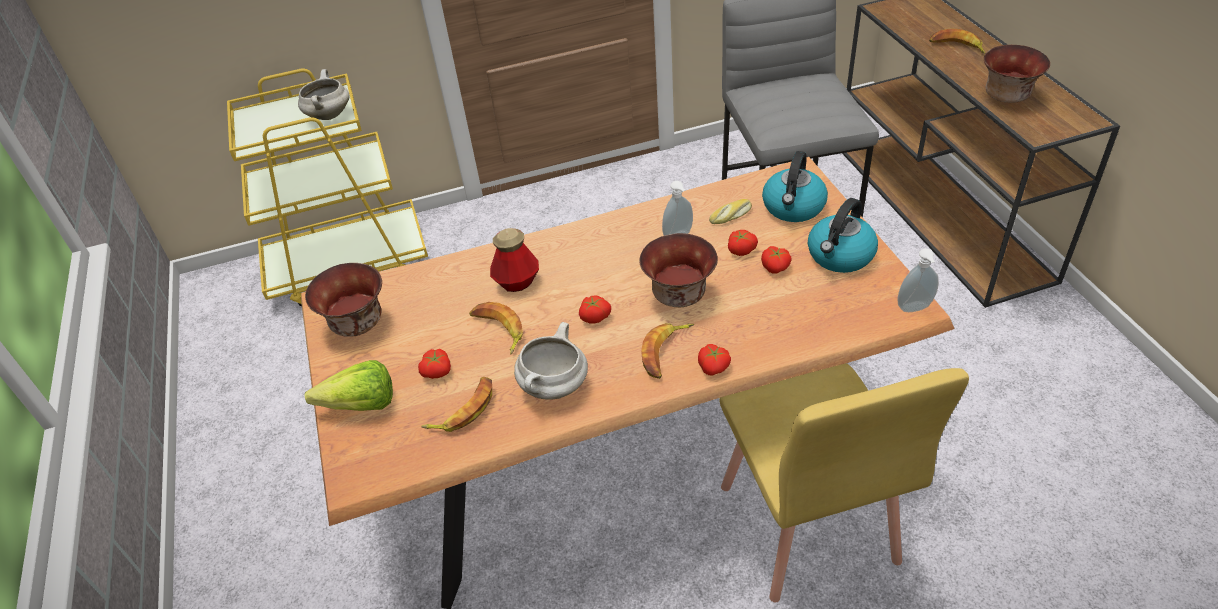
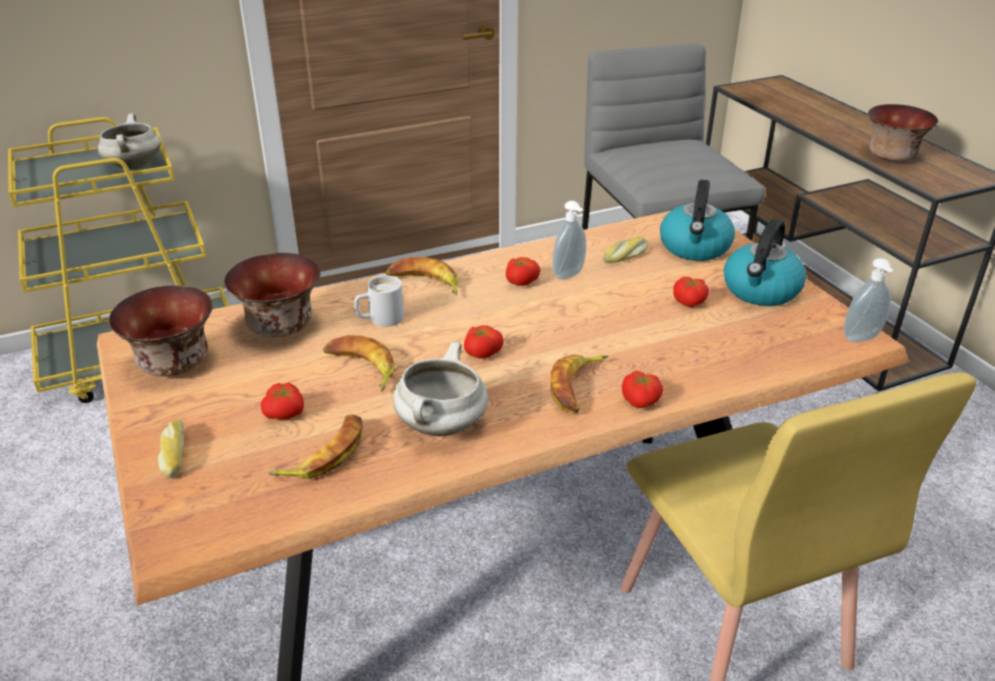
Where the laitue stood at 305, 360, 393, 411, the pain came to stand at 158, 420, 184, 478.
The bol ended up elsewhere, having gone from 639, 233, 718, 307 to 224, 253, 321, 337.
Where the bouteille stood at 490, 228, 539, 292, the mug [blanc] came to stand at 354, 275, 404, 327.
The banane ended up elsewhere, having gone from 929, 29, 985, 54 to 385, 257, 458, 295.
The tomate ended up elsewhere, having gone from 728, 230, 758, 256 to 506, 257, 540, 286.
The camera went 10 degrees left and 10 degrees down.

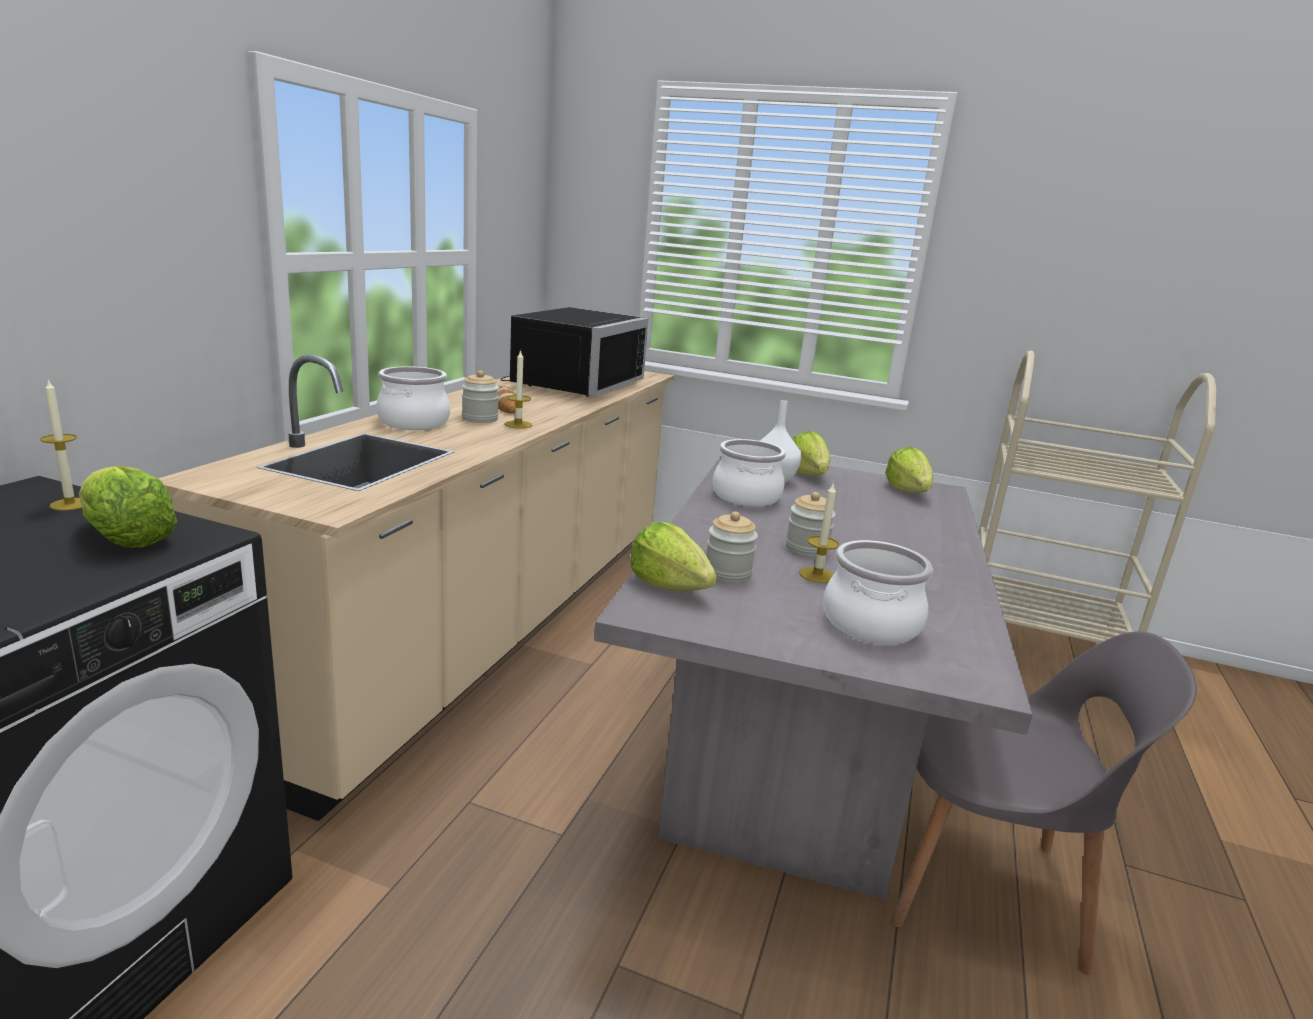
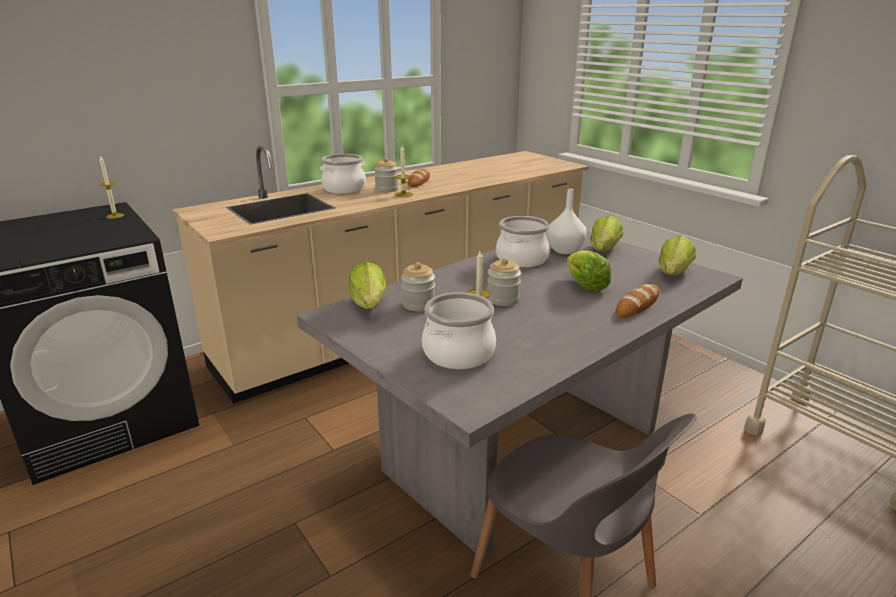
The laitue ended up elsewhere, having gone from 79, 466, 177, 548 to 567, 250, 612, 292.
The second view gained the pain at 615, 284, 660, 318.
The second view lost the micro-ondes [noir] at 500, 307, 648, 397.
The camera went 35 degrees right and 5 degrees up.

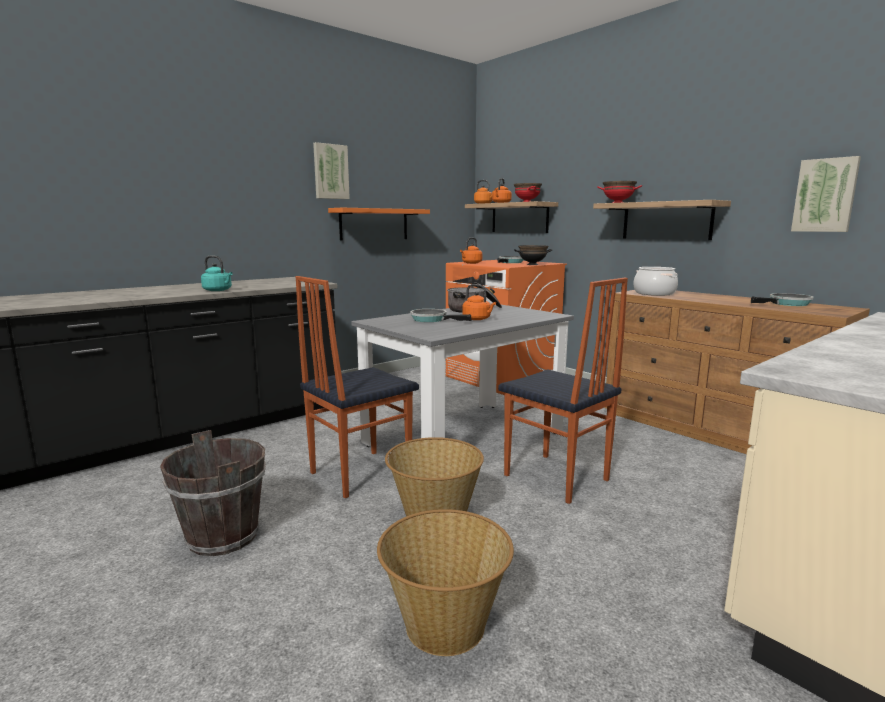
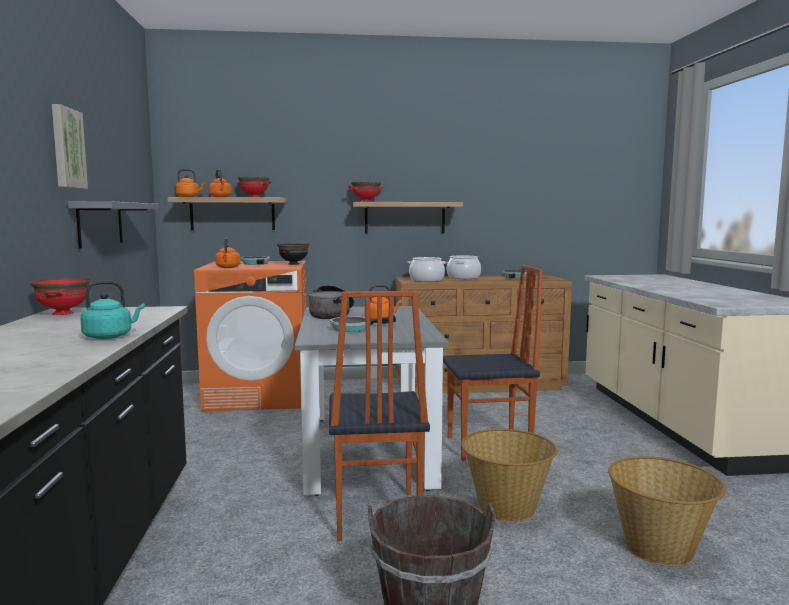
The second view gained the bol [rouge] at 30, 278, 90, 315.
What was the étagère [orange] at 328, 208, 430, 241 turned into the étagère [gris] at 68, 201, 158, 249.
The second view gained the marmite at 447, 255, 481, 279.
The second view lost the tableau at 791, 156, 861, 232.
The camera went 55 degrees left and 5 degrees down.

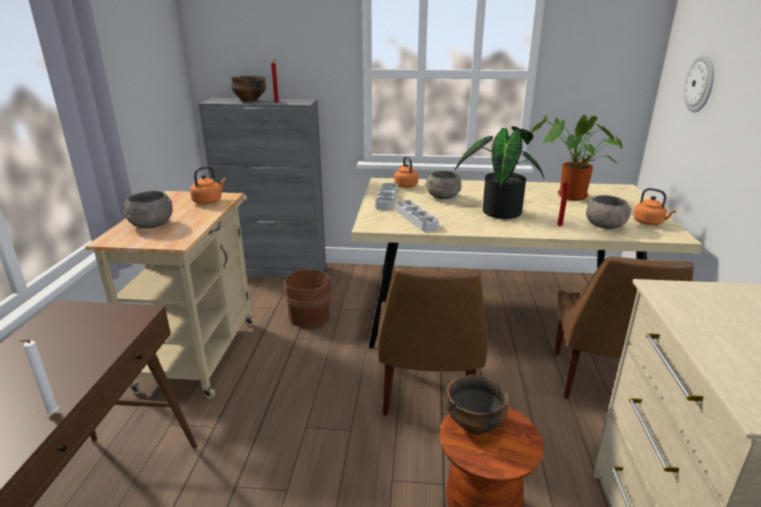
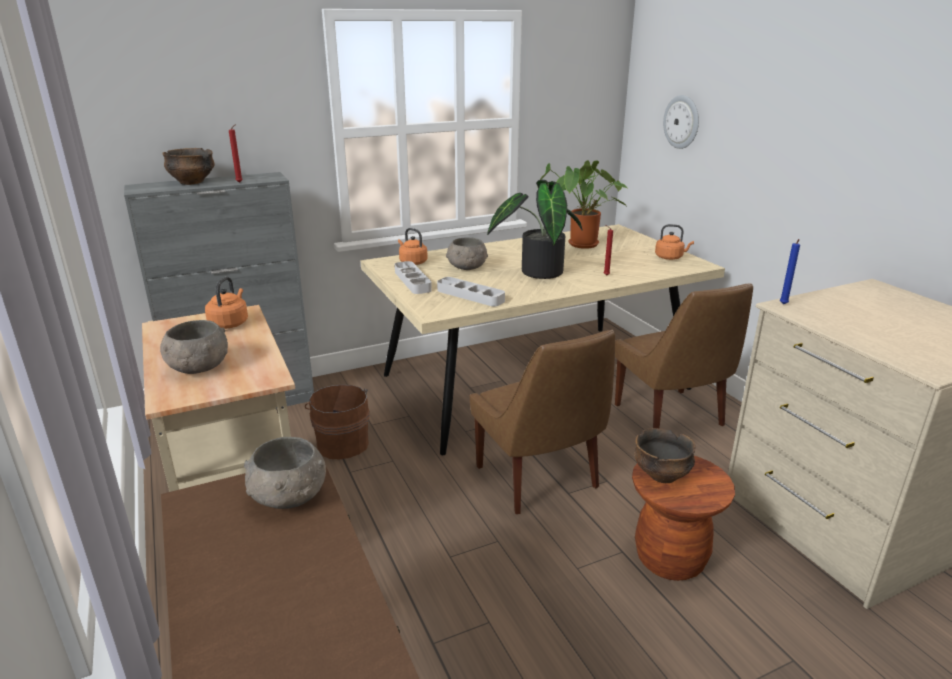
The bol [gris] ended up elsewhere, having gone from 586, 195, 631, 229 to 244, 437, 326, 509.
The second view gained the bougie [bleu] at 780, 239, 800, 304.
The second view lost the bougie [blanc] at 20, 340, 59, 414.
The camera went 30 degrees left and 0 degrees up.

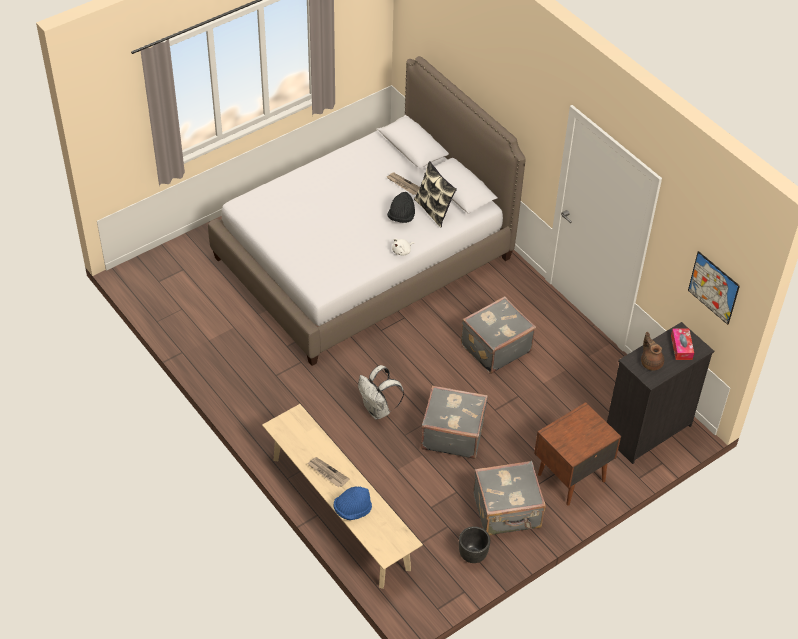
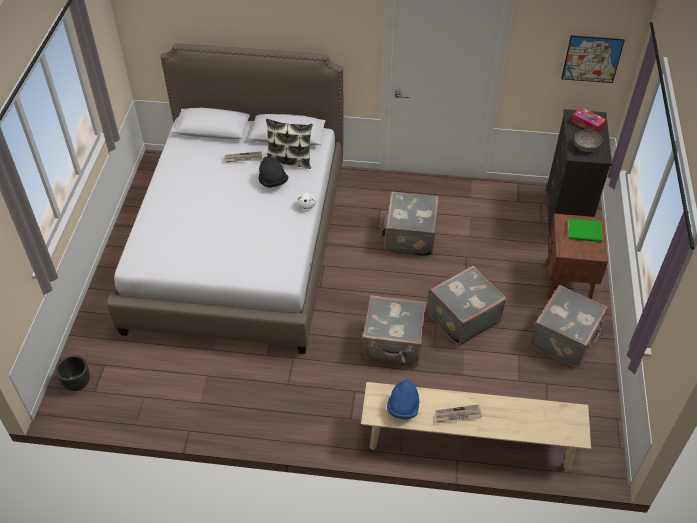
The cache-pot [noir] ended up elsewhere, having gone from 459, 526, 490, 563 to 56, 355, 90, 391.
Where the sac à dos [blanc] stood at 358, 365, 404, 420, the valise [gris] came to stand at 362, 295, 426, 366.
The chapeau [bleu] ended up elsewhere, having gone from 334, 486, 372, 520 to 387, 379, 419, 420.
The second view gained the livre [vert] at 568, 219, 603, 242.
Where the théière [marron] stood at 641, 332, 664, 371, the bol [gris] came to stand at 574, 130, 603, 152.
The camera went 45 degrees left and 0 degrees up.

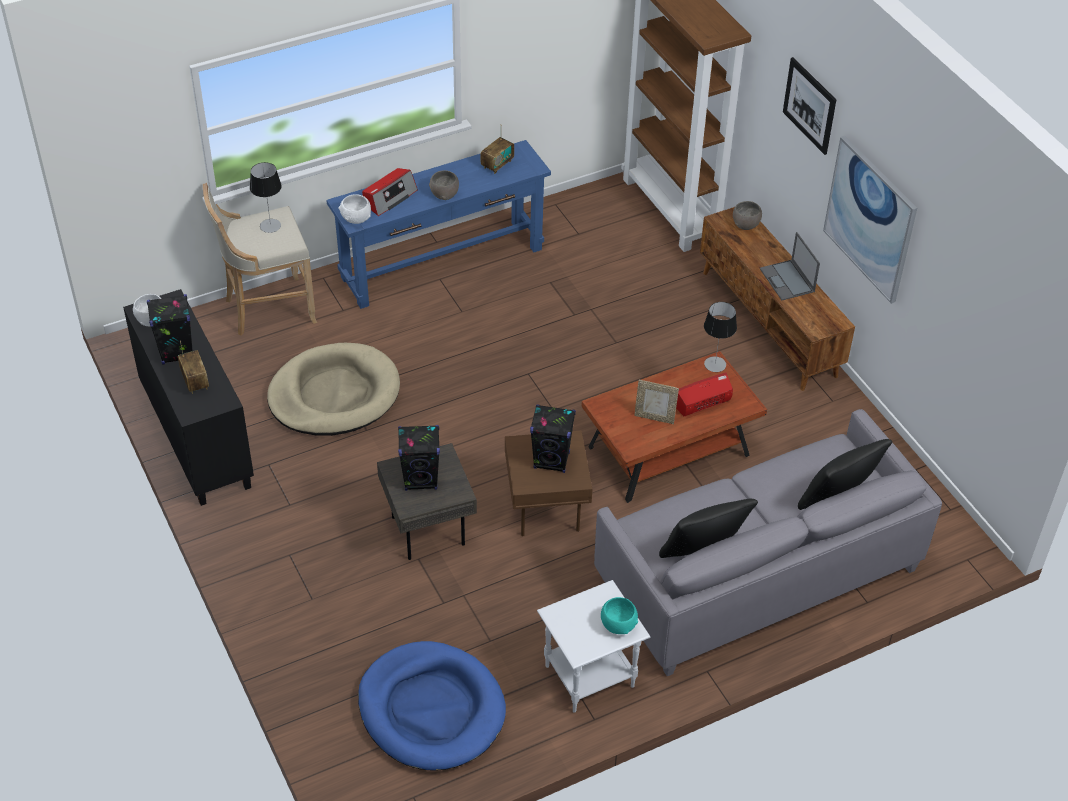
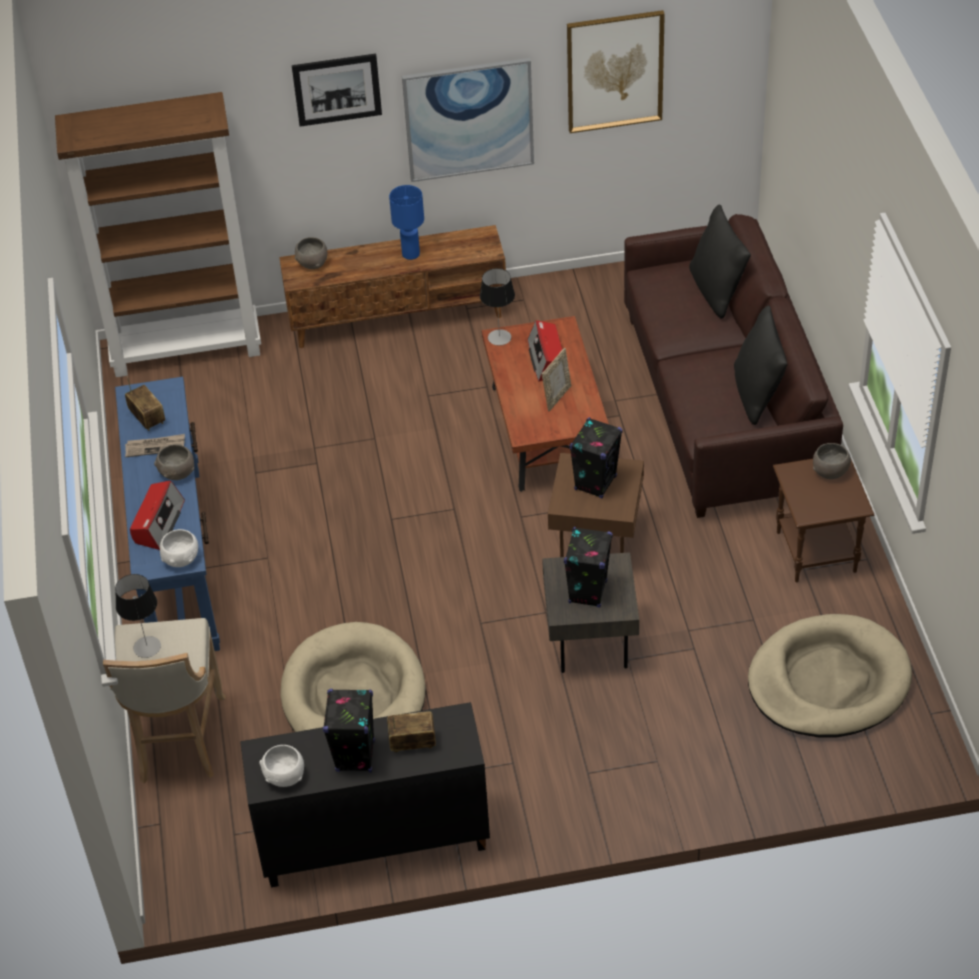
The second view gained the journal at 125, 434, 185, 457.
The radio at 362, 168, 418, 216 ended up facing another way, 45 degrees clockwise from before.
Where the ordinateur portable stood at 760, 232, 820, 300, the lampe de table [bleu] came to stand at 389, 185, 424, 260.
The second view gained the tableau at 567, 10, 665, 133.
What was the canapé [gris] at 594, 409, 942, 676 turned into the canapé [marron] at 624, 214, 843, 518.
What was the panier pour chien [bleu] at 358, 641, 506, 771 turned into the panier pour chien [beige] at 748, 614, 912, 737.
What was the table d'appoint [blanc] at 537, 580, 650, 713 turned into the table d'appoint [marron] at 773, 459, 874, 583.
What was the bol [turquoise] at 601, 597, 638, 634 turned into the bol [gris] at 813, 443, 851, 479.
The camera went 70 degrees left and 0 degrees up.

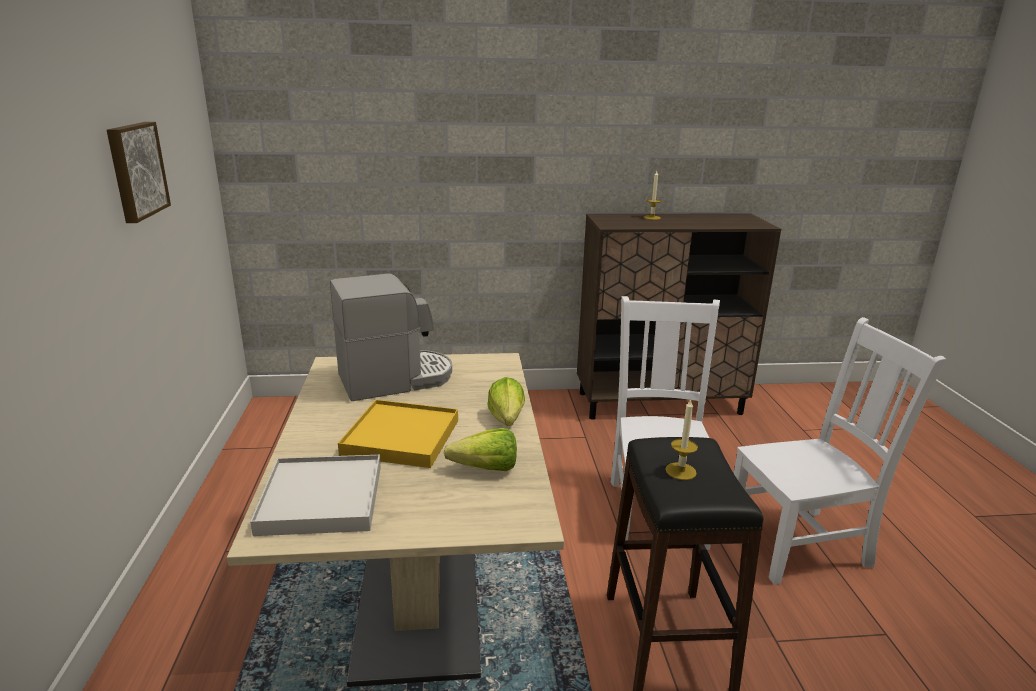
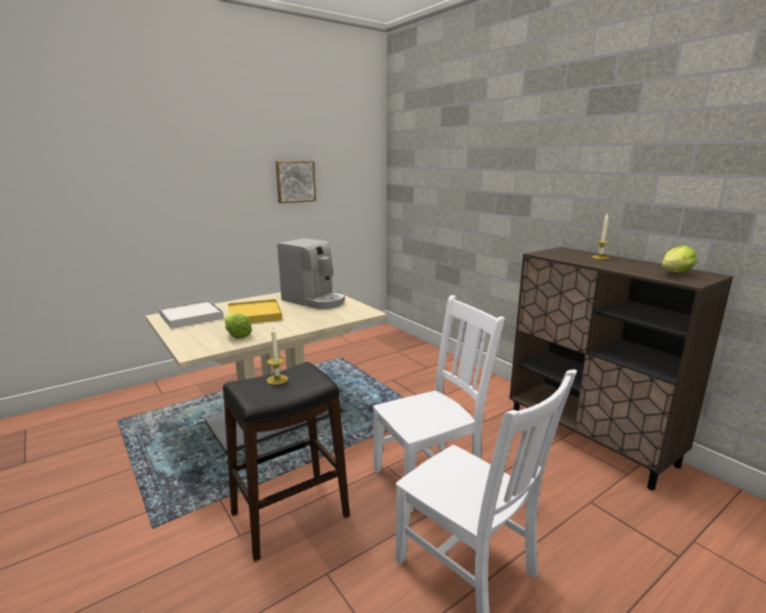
The laitue ended up elsewhere, having gone from 487, 377, 525, 426 to 662, 245, 697, 272.
The camera went 60 degrees right and 5 degrees down.

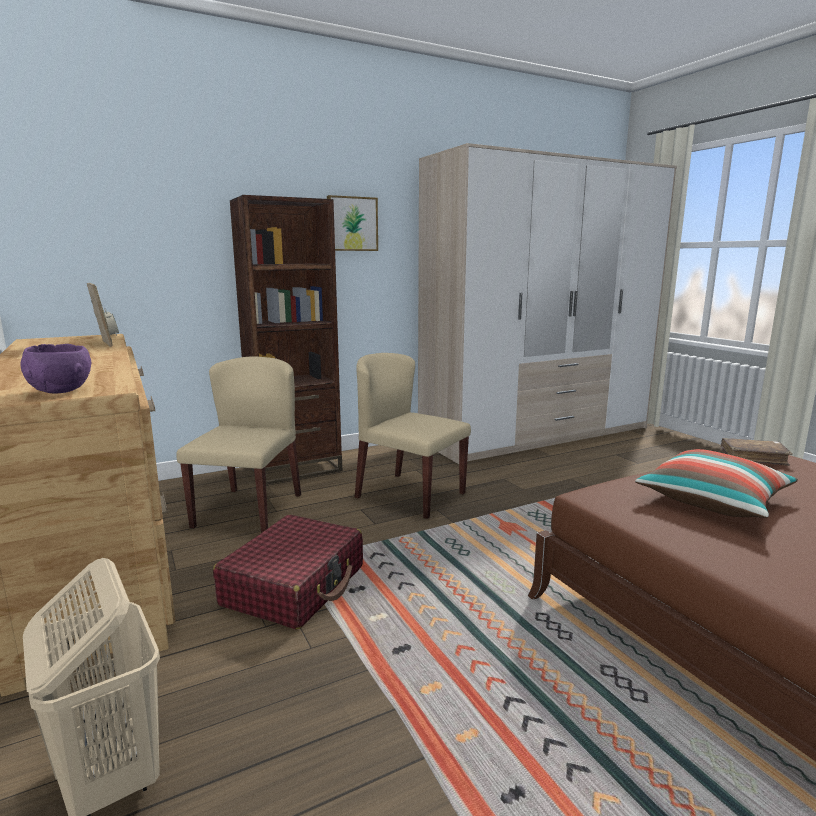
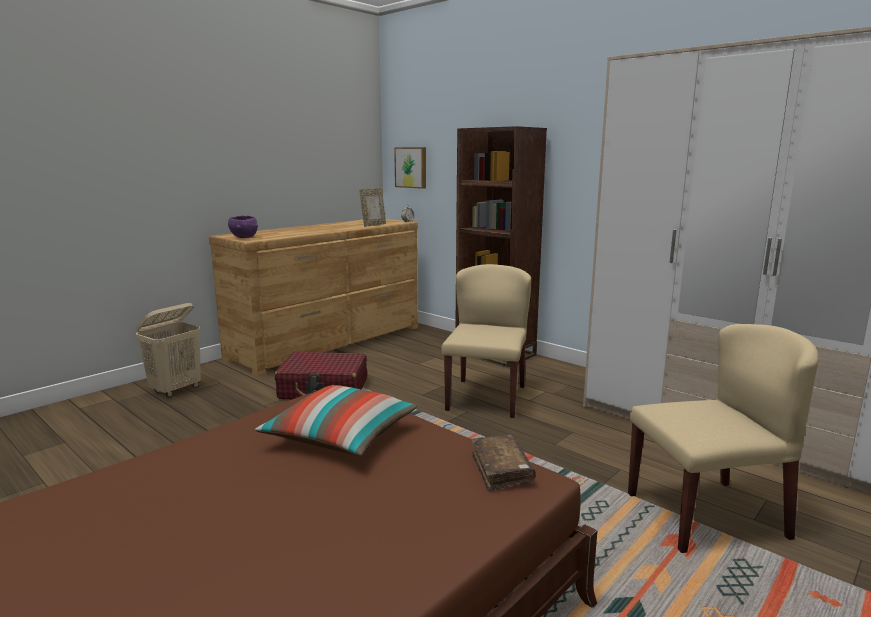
The tableau ended up elsewhere, having gone from 327, 195, 378, 251 to 394, 147, 426, 189.
The chaise [beige] ended up elsewhere, having gone from 176, 356, 301, 533 to 628, 324, 818, 553.
The camera went 70 degrees right and 0 degrees up.

